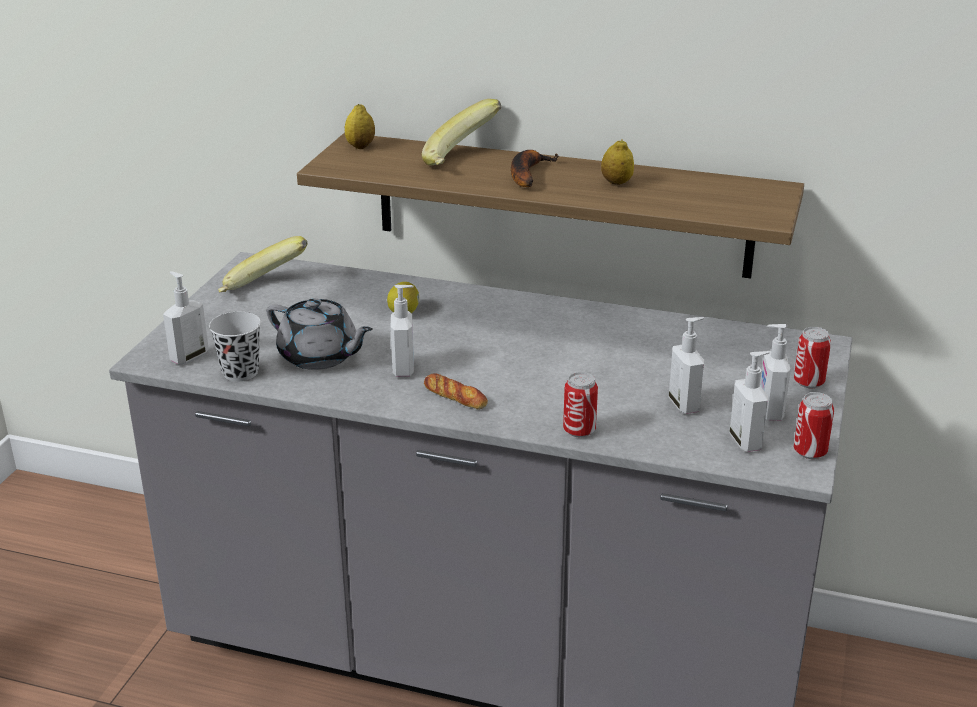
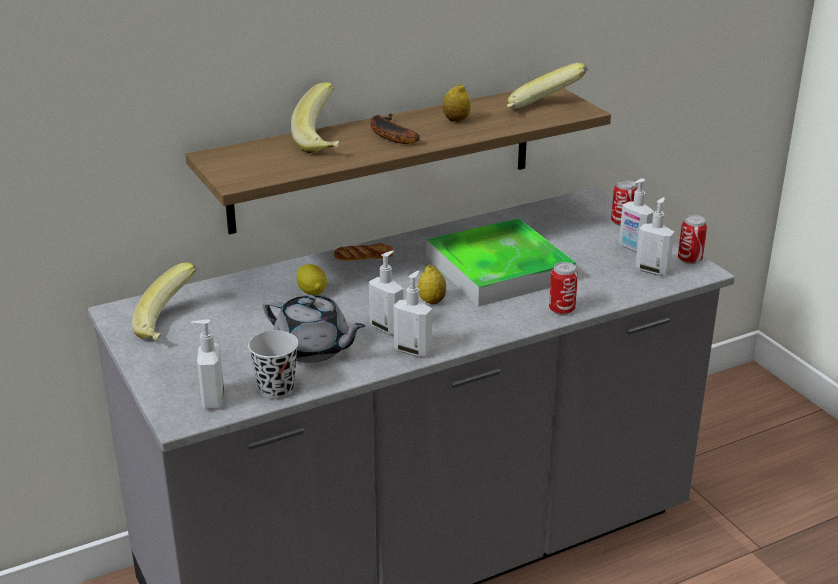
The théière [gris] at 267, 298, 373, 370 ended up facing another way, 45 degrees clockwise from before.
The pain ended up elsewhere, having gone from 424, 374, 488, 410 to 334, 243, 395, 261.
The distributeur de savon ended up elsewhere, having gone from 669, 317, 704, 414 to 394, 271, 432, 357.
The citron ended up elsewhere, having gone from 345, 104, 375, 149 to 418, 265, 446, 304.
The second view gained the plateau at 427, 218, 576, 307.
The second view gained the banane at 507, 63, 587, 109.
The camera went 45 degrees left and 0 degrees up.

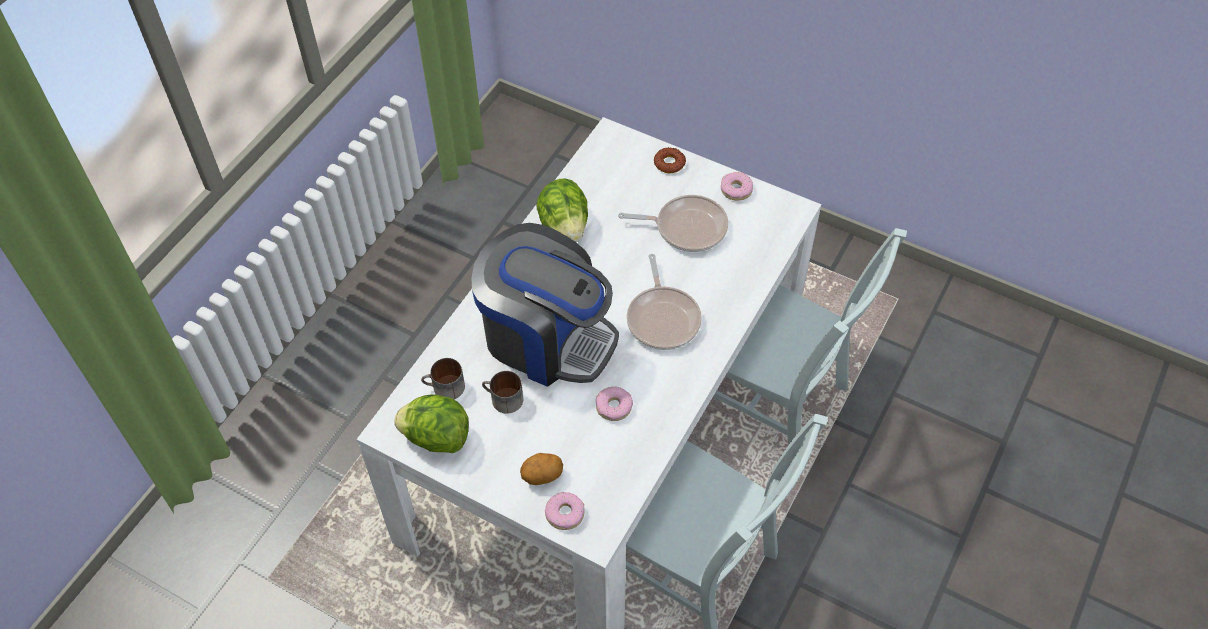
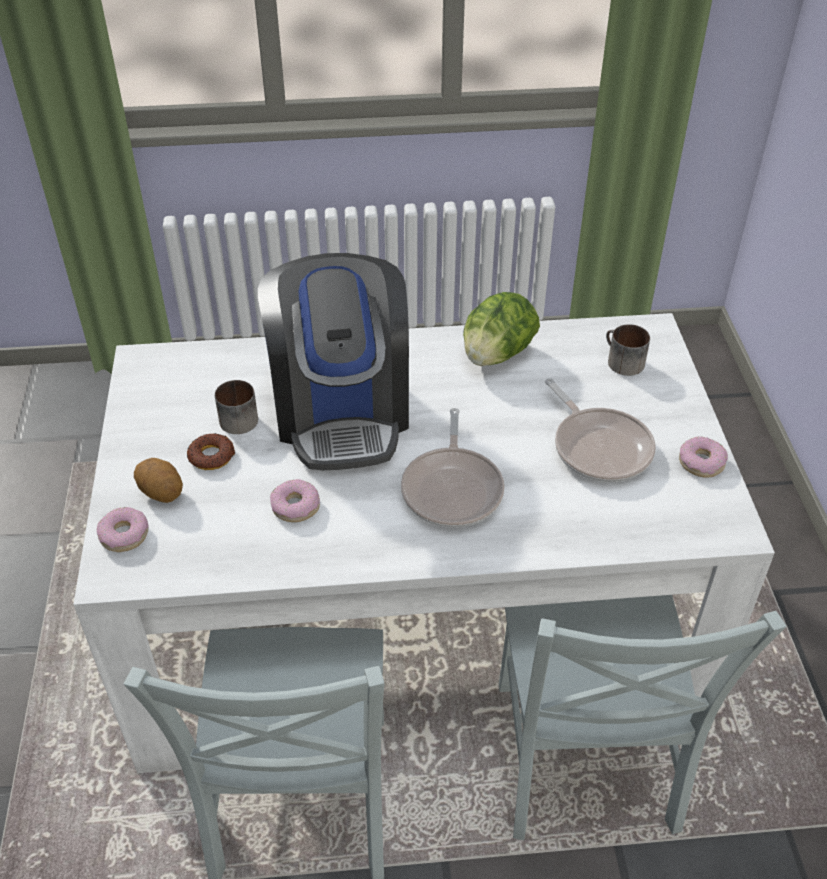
The beignet ended up elsewhere, having gone from 654, 148, 686, 173 to 187, 433, 235, 470.
The poêle at 627, 254, 702, 350 ended up facing another way, 45 degrees counterclockwise from before.
The mug ended up elsewhere, having gone from 421, 358, 465, 399 to 606, 324, 650, 376.
The second view lost the laitue at 394, 394, 469, 453.
The camera went 55 degrees right and 10 degrees down.

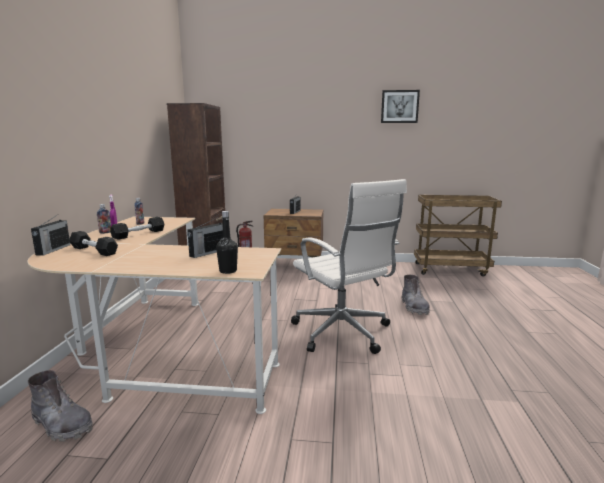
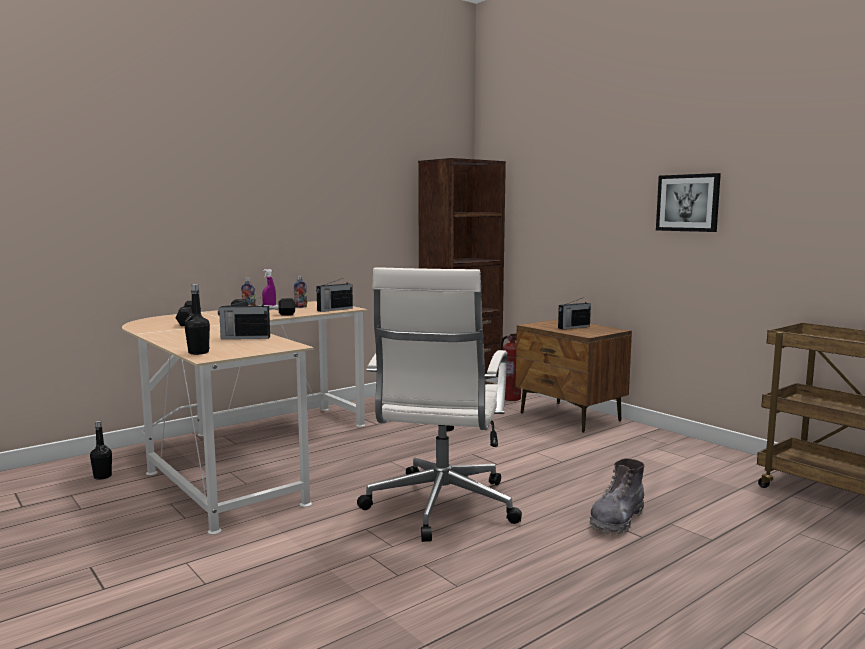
Where the botte [gris] stood at 28, 370, 93, 442, the bouteille [noir] came to stand at 90, 421, 112, 480.
The radio ended up elsewhere, having gone from 31, 215, 70, 256 to 316, 278, 353, 312.
The tableau ended up elsewhere, having gone from 381, 90, 420, 123 to 656, 173, 721, 232.
The camera went 45 degrees right and 5 degrees down.

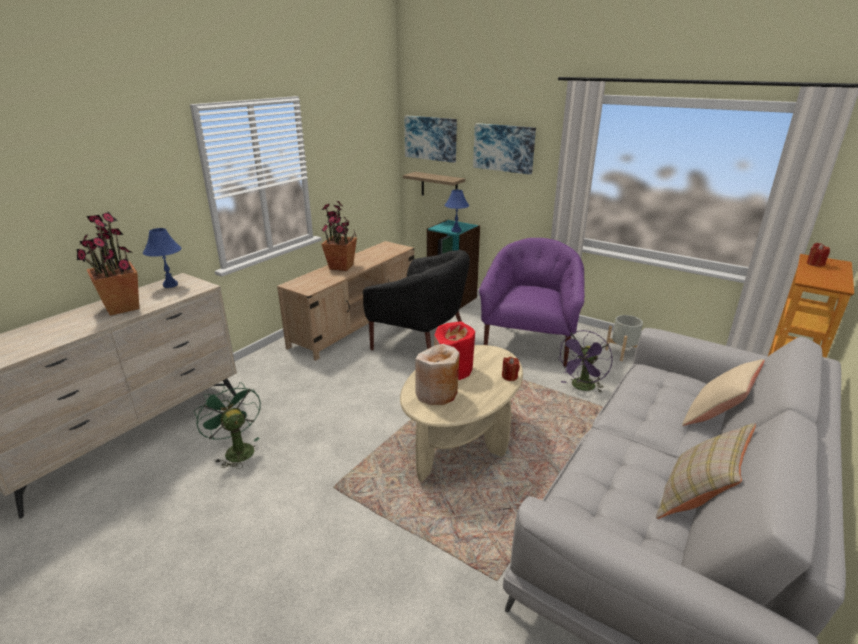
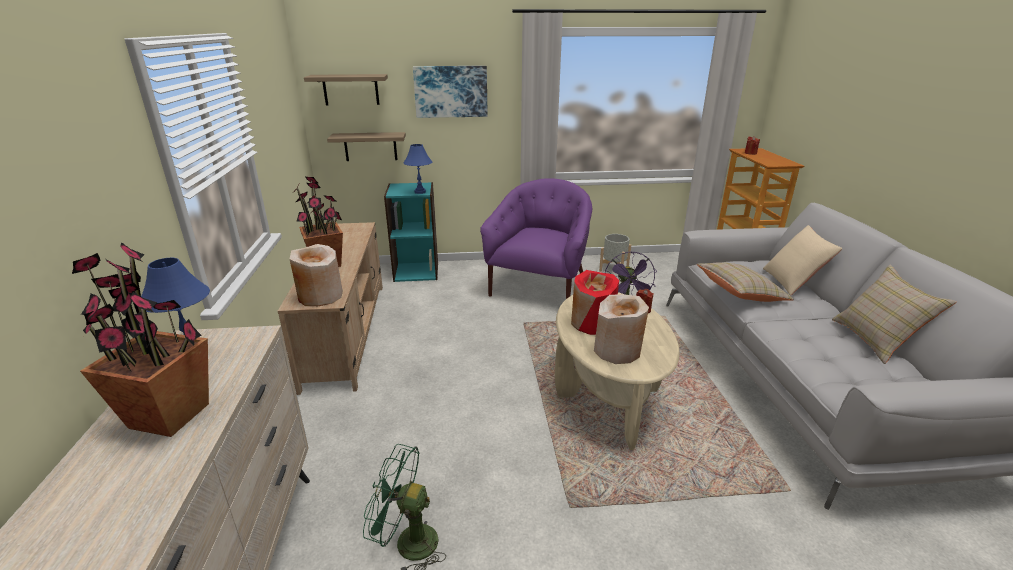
The second view gained the vase [beige] at 290, 244, 343, 306.
Where the tableau hung at 404, 115, 457, 163, the étagère came to hang at 304, 74, 388, 105.
The fauteuil [violet] at 479, 238, 585, 367 ended up facing another way, 45 degrees clockwise from before.
The second view gained the coussin [beige] at 697, 262, 794, 302.
The second view lost the fauteuil [noir] at 363, 250, 470, 350.
The camera went 40 degrees left and 0 degrees up.

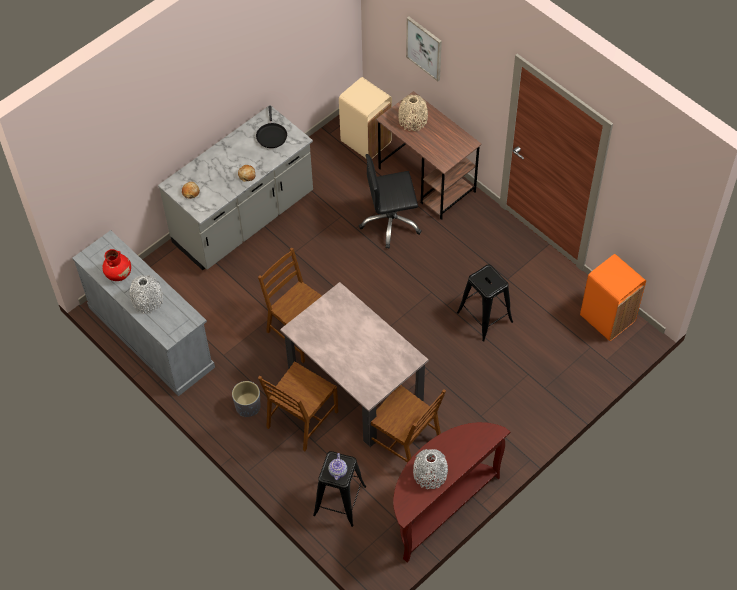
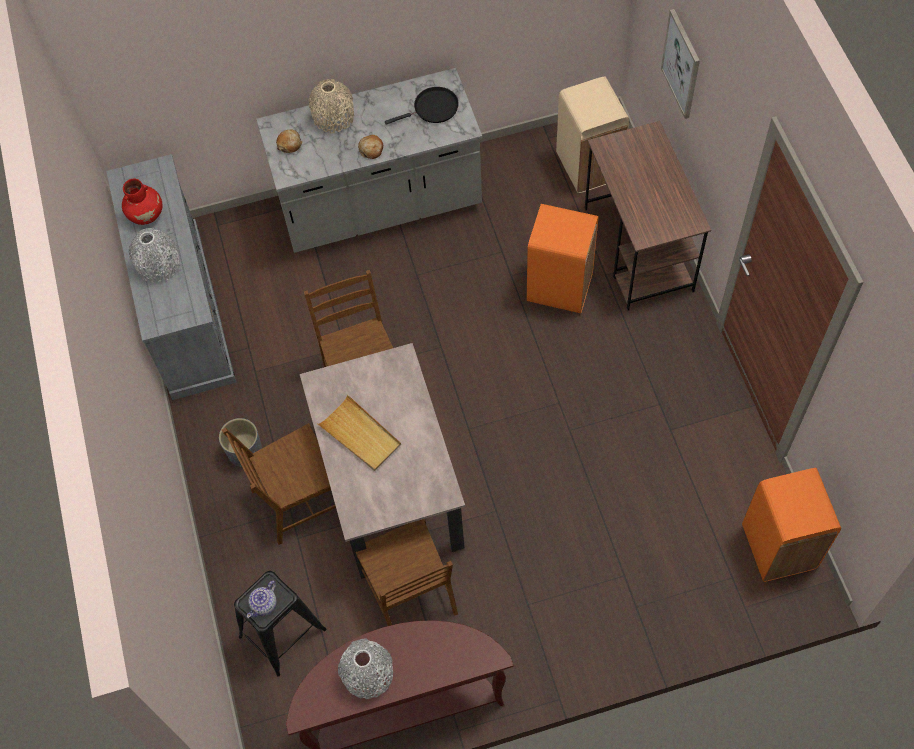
The vase [beige] ended up elsewhere, having gone from 398, 95, 428, 131 to 309, 79, 354, 133.
The second view gained the plateau [beige] at 317, 395, 401, 471.
The poêle [noir] at 256, 106, 287, 148 ended up facing another way, 135 degrees counterclockwise from before.
Where the chaise de bureau [noir] stood at 359, 154, 422, 249, the poubelle [orange] came to stand at 527, 204, 599, 313.
The second view lost the tabouret [noir] at 457, 264, 513, 342.
The camera went 30 degrees right and 5 degrees up.

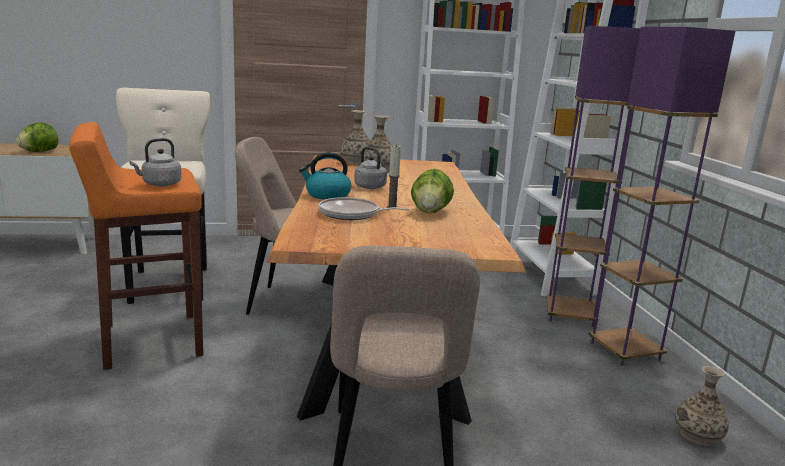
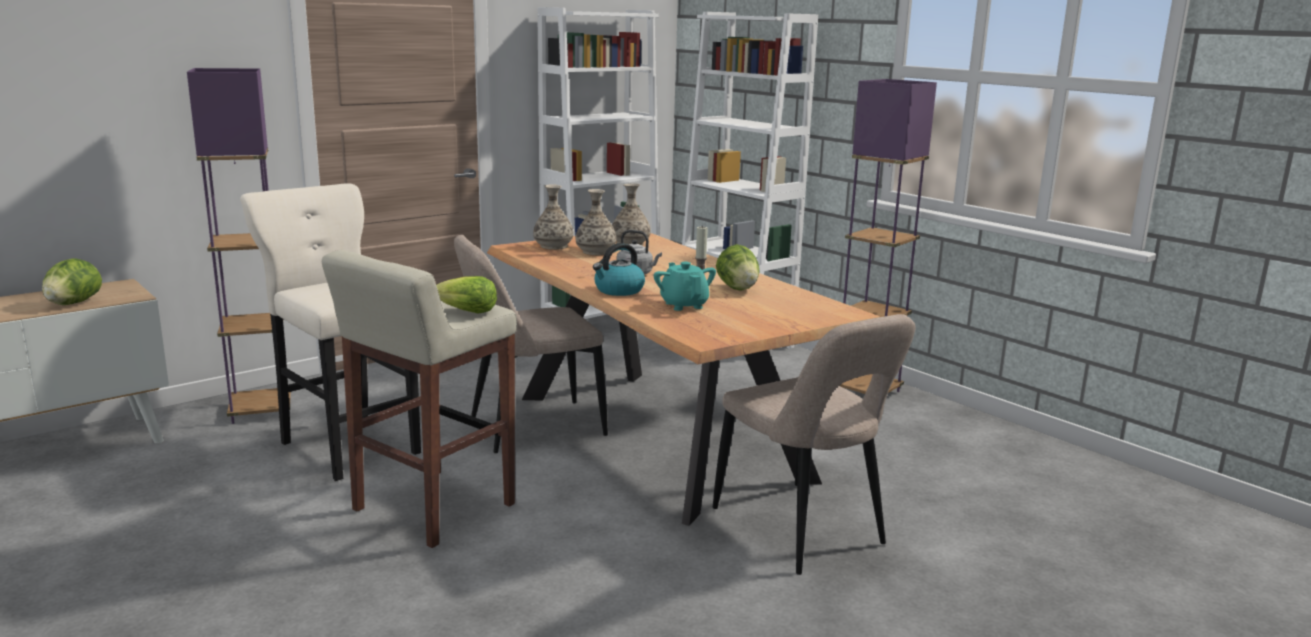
The lampadaire [violet] ended up elsewhere, having gone from 546, 26, 641, 327 to 187, 68, 291, 424.
What was the tabouret [orange] at 69, 122, 203, 370 turned into the tabouret [beige] at 322, 250, 517, 548.
Where the bouilloire [gris] stood at 129, 138, 182, 186, the laitue came to stand at 436, 276, 497, 314.
The vase ended up elsewhere, having gone from 675, 366, 729, 446 to 612, 183, 651, 246.
Where the poêle stood at 318, 197, 409, 220, the théière [turquoise] came to stand at 654, 262, 716, 311.
The camera went 30 degrees left and 0 degrees up.

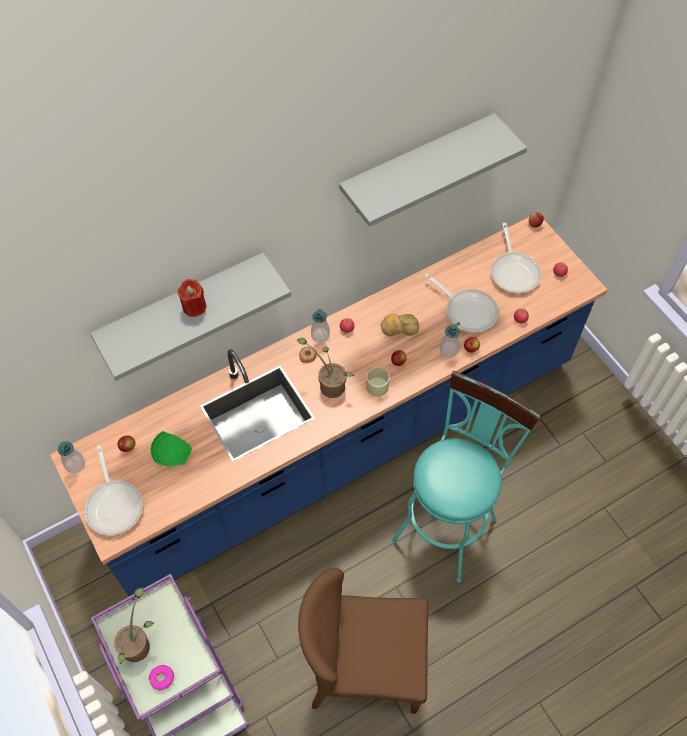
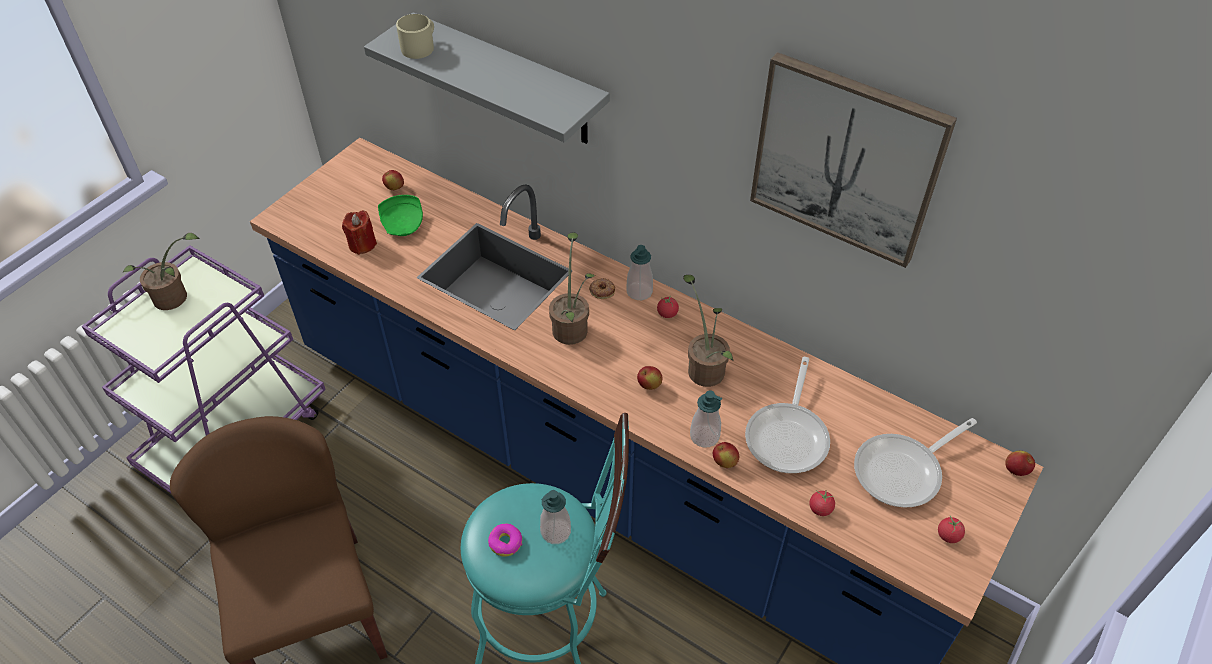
The bougie [rouge] ended up elsewhere, having gone from 178, 279, 206, 317 to 342, 210, 377, 255.
The mug [beige] ended up elsewhere, having gone from 366, 367, 390, 397 to 396, 14, 434, 59.
The beignet ended up elsewhere, having gone from 149, 665, 174, 690 to 488, 524, 522, 557.
The distributeur de savon ended up elsewhere, having gone from 58, 442, 85, 474 to 540, 490, 571, 544.
Where the pain stood at 380, 314, 419, 337, the plante en pot came to stand at 683, 275, 733, 387.
Where the étagère [gris] hung at 339, 113, 527, 227, the tableau came to hang at 750, 52, 957, 268.
The second view lost the poêle at 84, 445, 143, 536.
The camera went 65 degrees right and 10 degrees down.

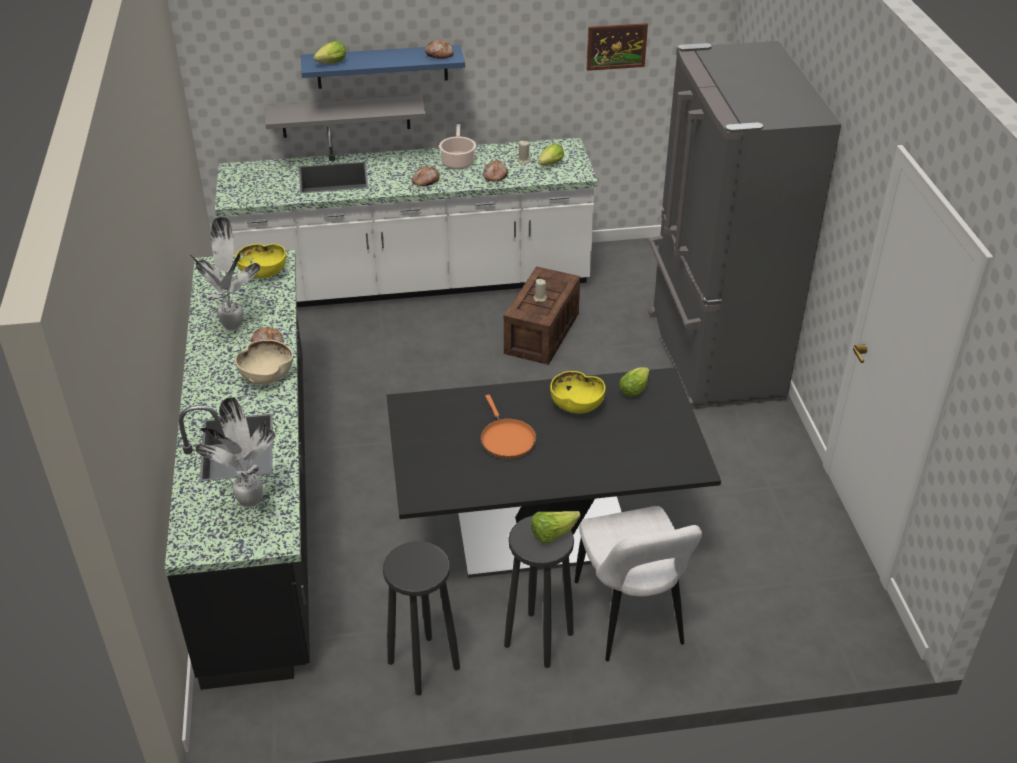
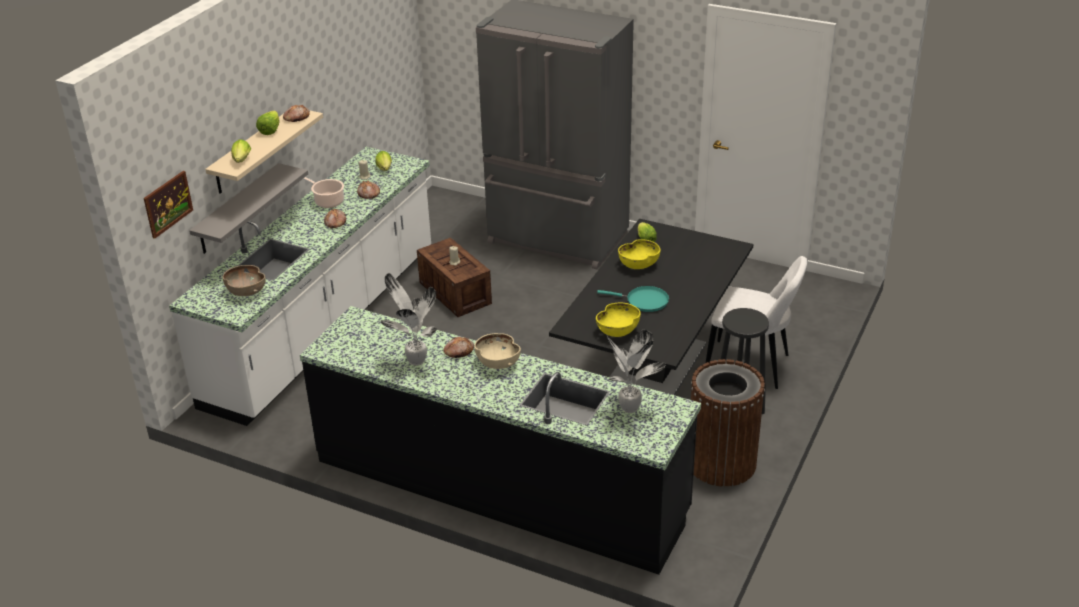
The tableau ended up elsewhere, having gone from 587, 23, 648, 71 to 144, 171, 193, 239.
What was the étagère [bleu] at 301, 45, 465, 89 turned into the étagère [beige] at 205, 110, 323, 194.
The second view gained the bol [marron] at 222, 265, 266, 296.
The laitue ended up elsewhere, having gone from 531, 511, 581, 544 to 256, 111, 280, 135.
The bol [jaune] ended up elsewhere, having gone from 235, 244, 286, 278 to 596, 302, 641, 337.
What was the poêle [orange] at 480, 395, 536, 459 turned into the poêle [turquoise] at 597, 286, 669, 312.
Where the tabouret [noir] stood at 383, 541, 460, 696, the poubelle [marron] came to stand at 691, 359, 765, 487.
The camera went 55 degrees left and 5 degrees down.

